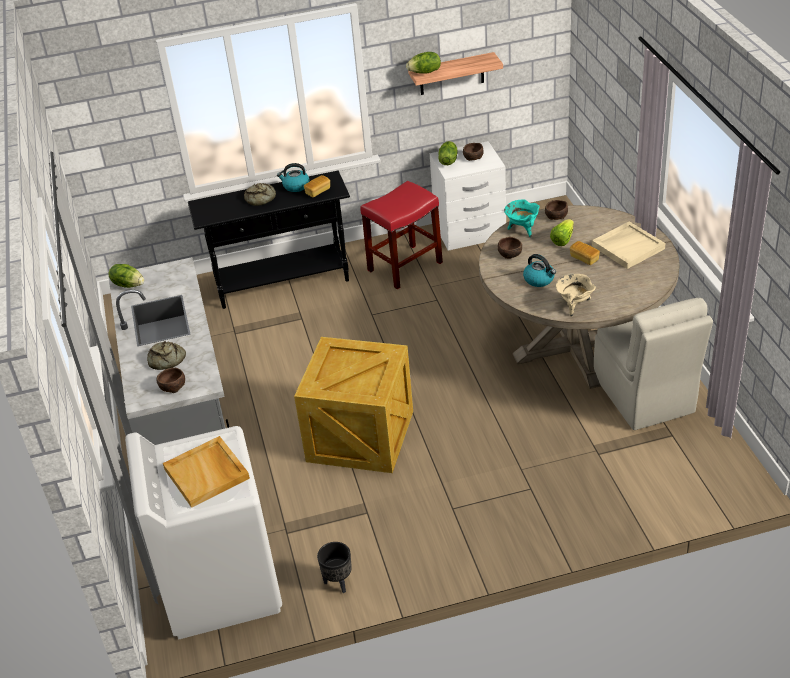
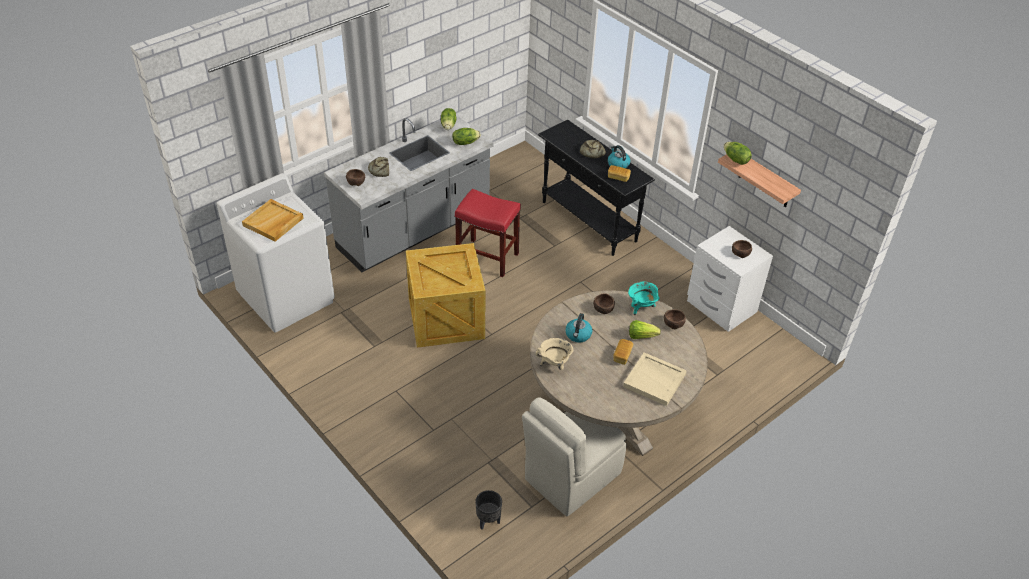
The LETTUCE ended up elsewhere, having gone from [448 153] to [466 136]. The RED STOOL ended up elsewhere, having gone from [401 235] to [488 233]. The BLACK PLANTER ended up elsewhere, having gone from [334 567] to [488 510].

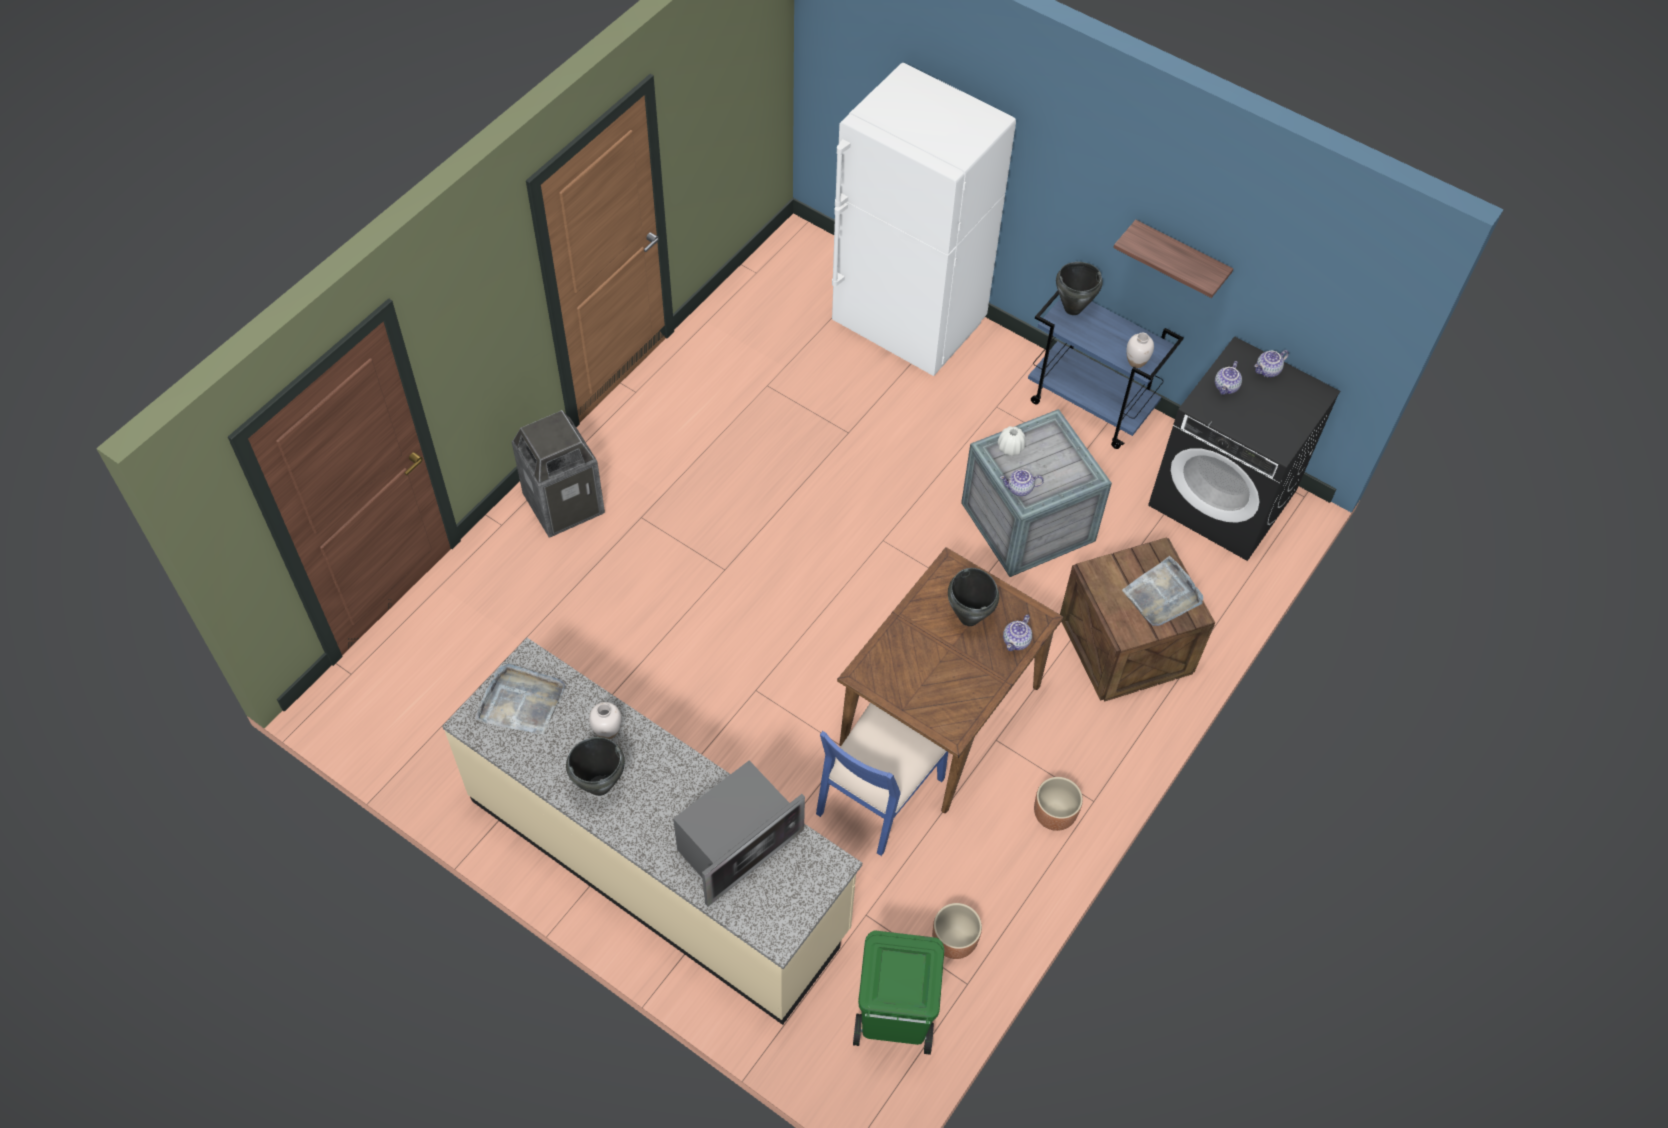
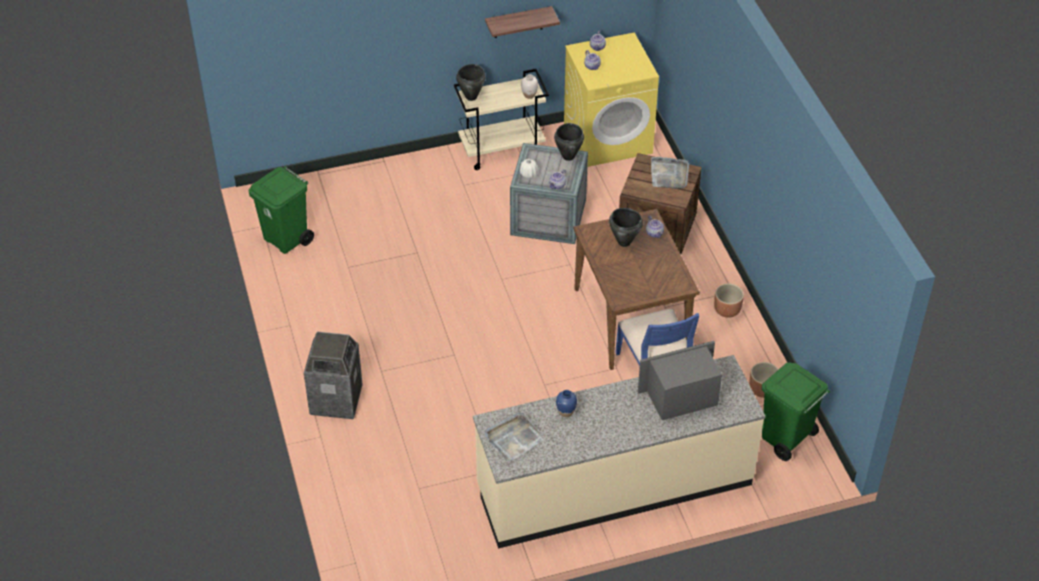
The second view gained the GREEN TRASH CAN at [281 210]. What was the BLUE CART at [1106 370] turned into the BEIGE CART at [501 119]. The BLACK COOKING POT ended up elsewhere, having gone from [595 766] to [569 142]. What was the WHITE VASE at [605 720] turned into the BLUE VASE at [566 403]. What was the BLACK WASHING MACHINE at [1244 448] turned into the YELLOW WASHING MACHINE at [611 99]. The MICROWAVE at [739 833] ended up facing another way, 105 degrees counterclockwise from before. The second view lost the WHITE FRIDGE at [924 219].

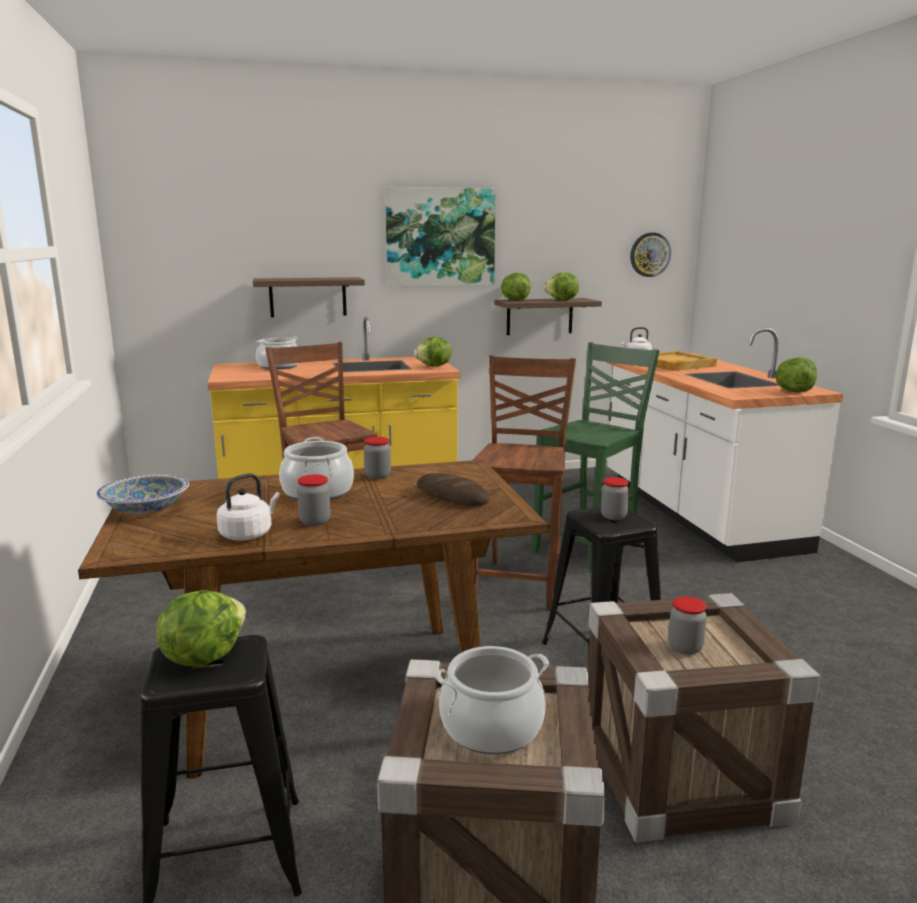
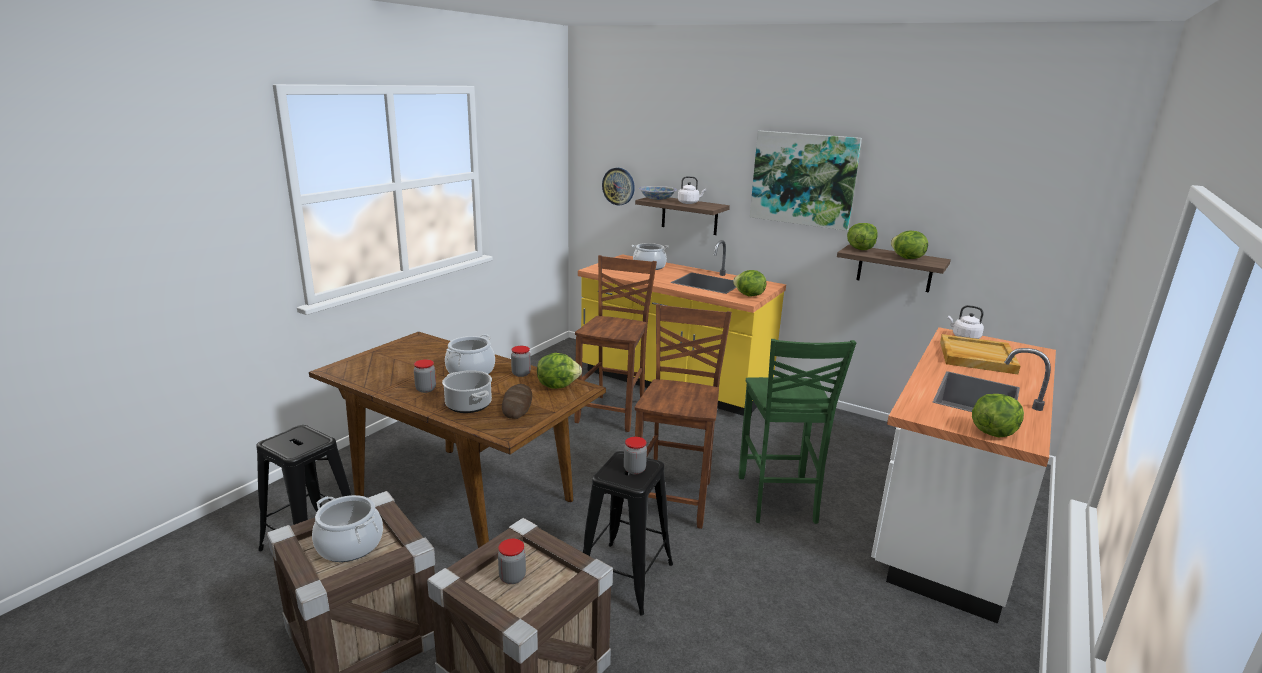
The second view gained the COOKING POT at [467 391]. The LETTUCE ended up elsewhere, having gone from [201 628] to [559 371]. The WALL CLOCK ended up elsewhere, having gone from [650 255] to [618 187]. The BROWN CHAIR at [524 482] ended up facing another way, 45 degrees counterclockwise from before. The BOWL ended up elsewhere, having gone from [142 494] to [658 193]. The WHITE KETTLE ended up elsewhere, having gone from [248 507] to [692 190]. The GREEN CHAIR at [596 457] ended up facing another way, 90 degrees clockwise from before.

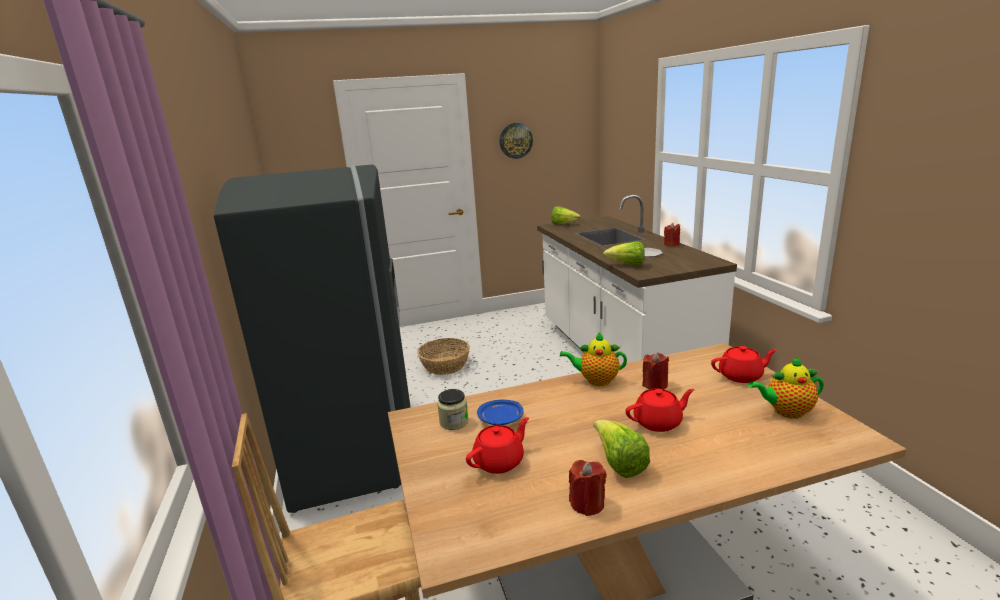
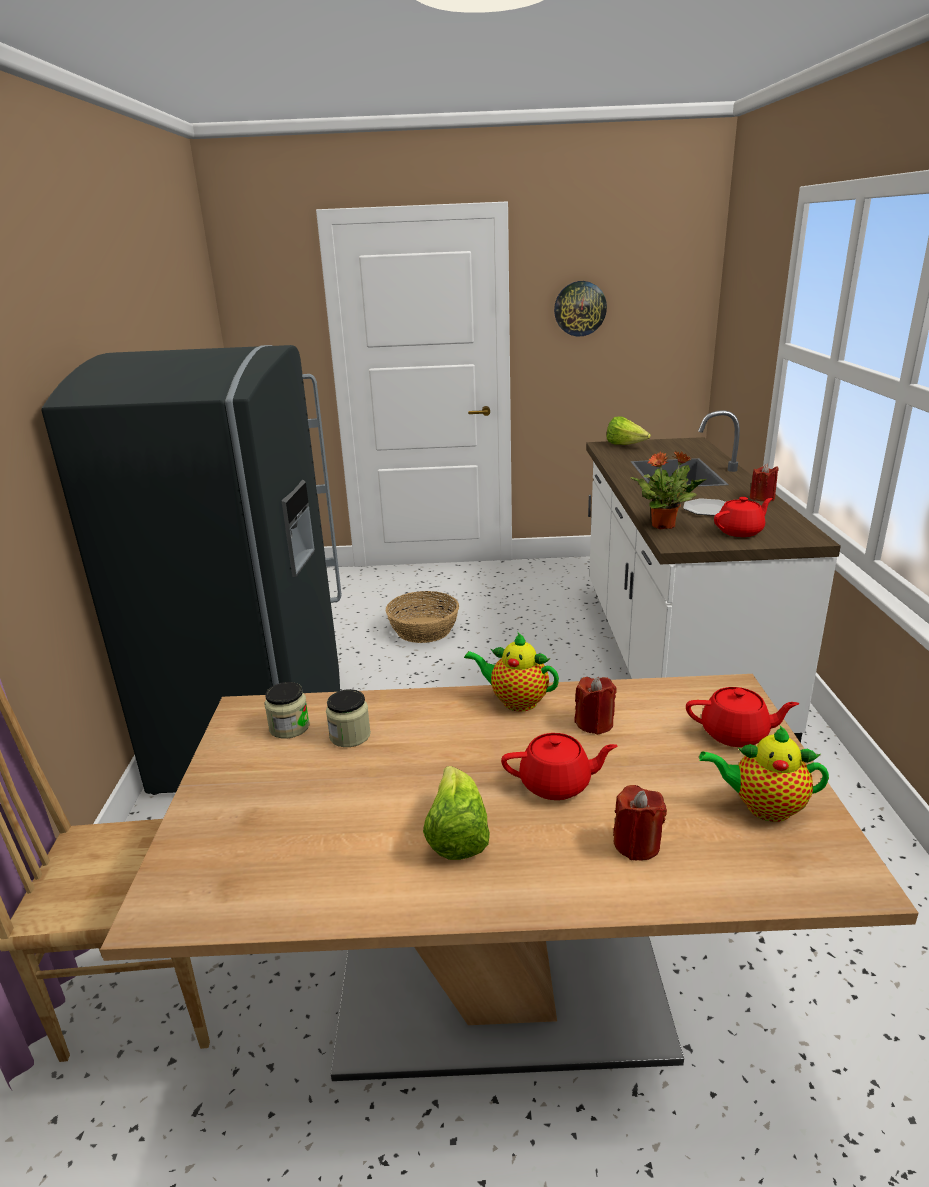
Where the BLUE PLATE stood at [500 412], the JAR came to stand at [348 718]. The RED CANDLE ended up elsewhere, having gone from [588 488] to [640 823]. Where the LETTUCE stood at [624 253], the POTTED PLANT came to stand at [668 490]. The RED TEAPOT ended up elsewhere, having gone from [497 445] to [743 517].

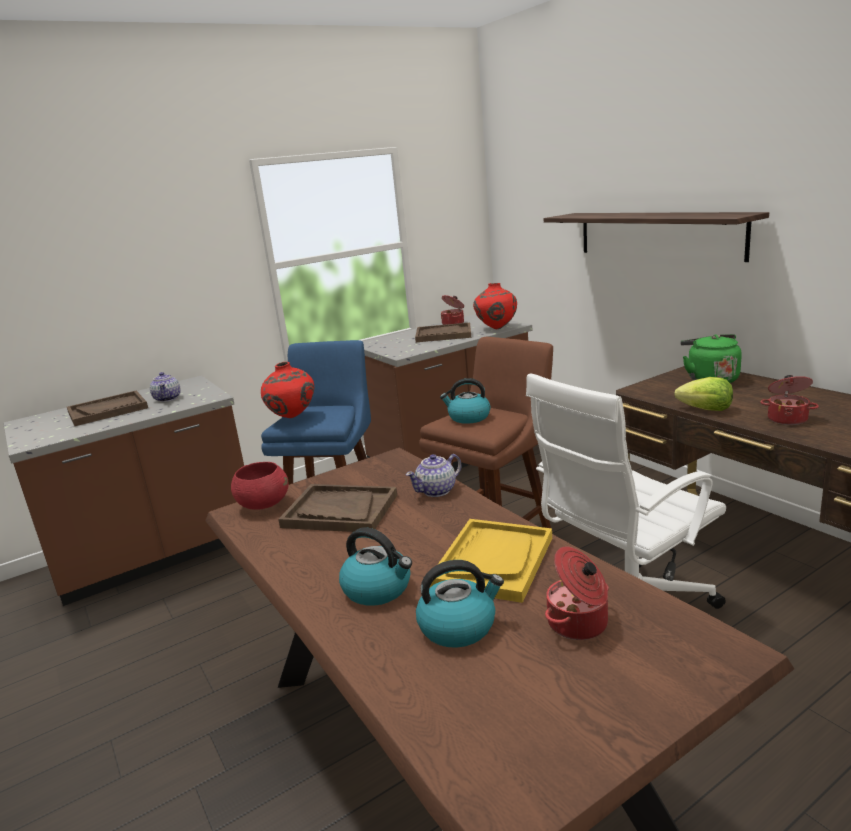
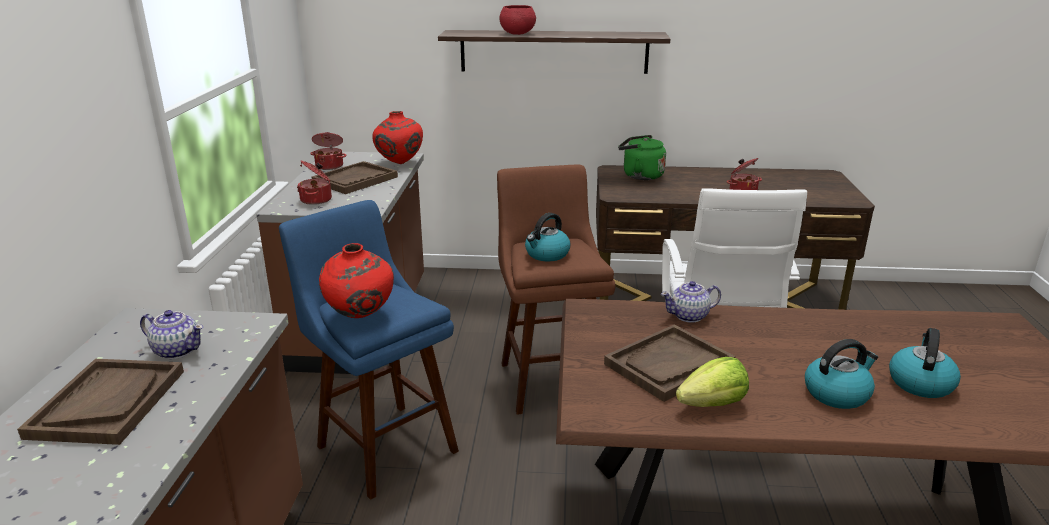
The COOKING POT ended up elsewhere, having gone from [577 593] to [314 182]. The RED BOWL ended up elsewhere, having gone from [260 486] to [517 20]. The TEAPOT at [434 475] ended up facing another way, 75 degrees clockwise from before. The LETTUCE ended up elsewhere, having gone from [703 394] to [712 382]. The second view lost the YELLOW TRAY at [491 561].

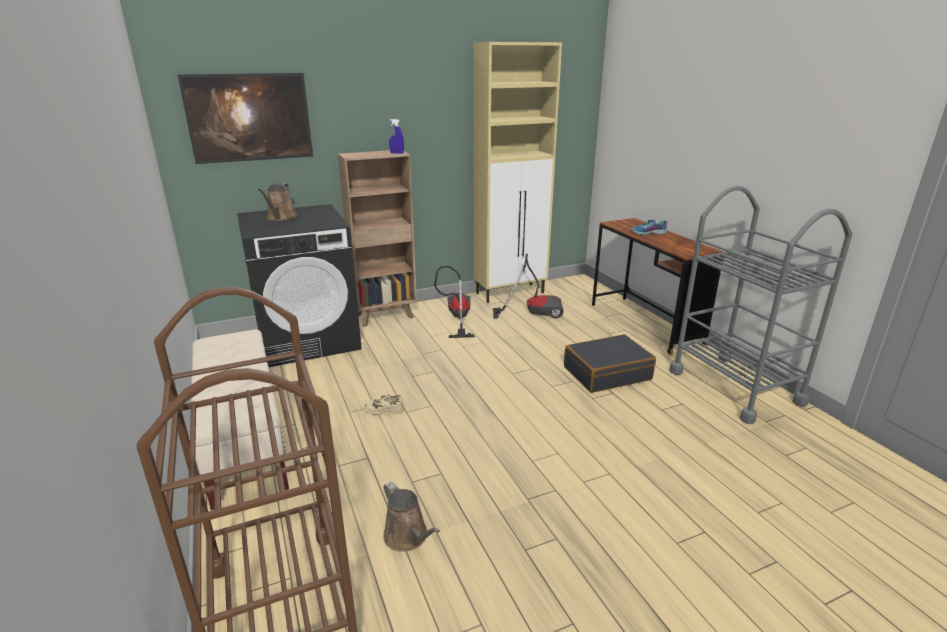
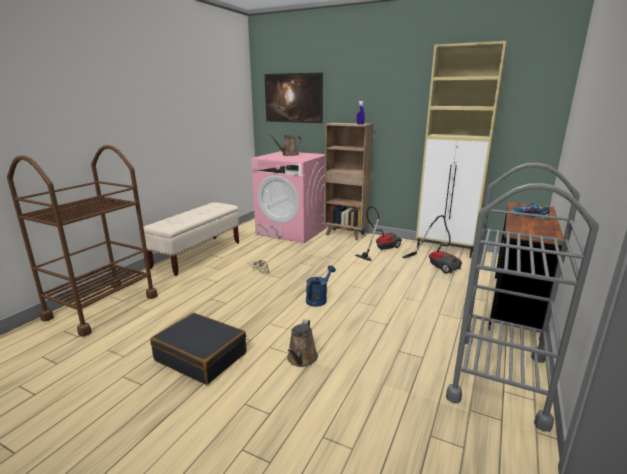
The BLACK SUITCASE ended up elsewhere, having gone from [610 363] to [198 349]. What was the BLACK WASHING MACHINE at [299 285] turned into the PINK WASHING MACHINE at [289 197]. The BROWN WATERING CAN ended up elsewhere, having gone from [411 517] to [302 343]. The second view gained the BLUE WATERING CAN at [321 286].

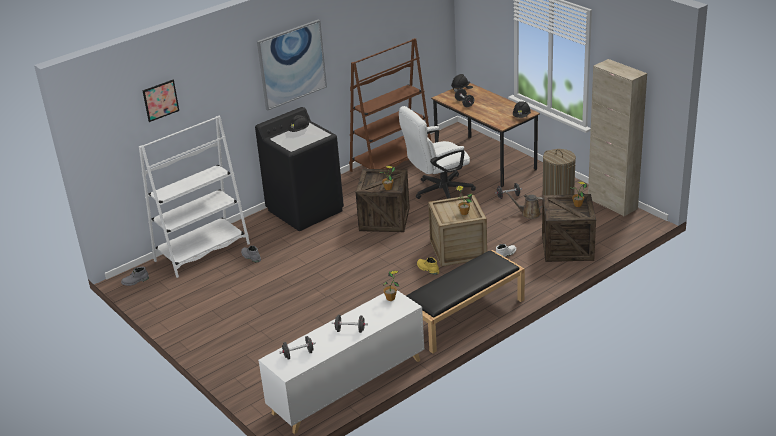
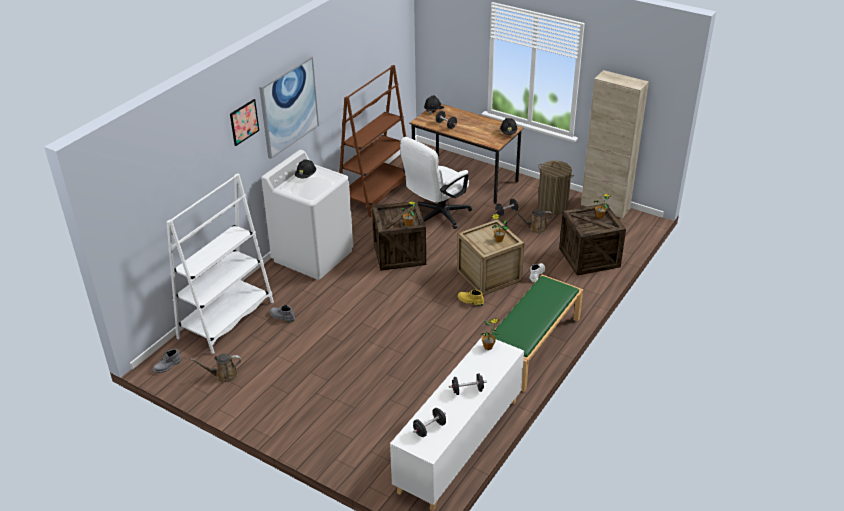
The second view gained the BROWN WATERING CAN at [215 368]. The PICTURE ended up elsewhere, having gone from [160 101] to [244 122]. What was the BLACK WASHING MACHINE at [299 169] turned into the WHITE WASHING MACHINE at [307 215]. What was the BLACK BENCH at [466 302] turned into the GREEN BENCH at [537 333].

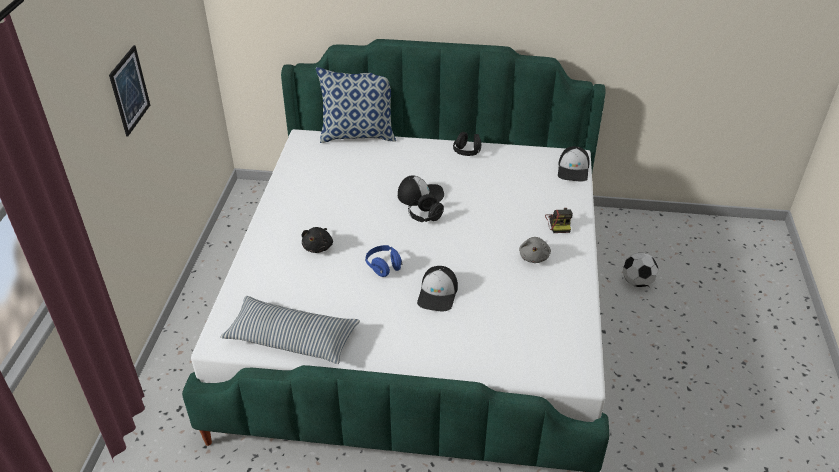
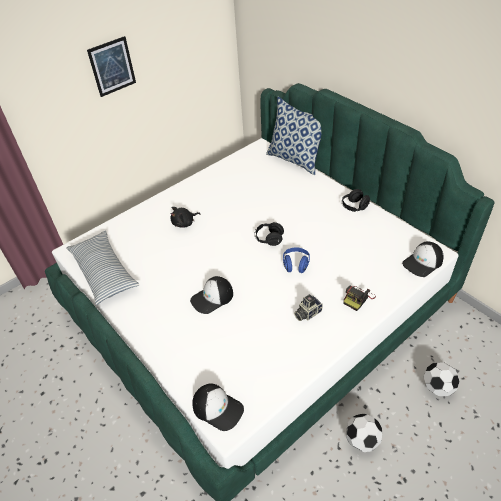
The CAP ended up elsewhere, having gone from [421 190] to [218 407]. The BLUE HEADPHONES ended up elsewhere, having gone from [384 261] to [296 260]. Where the GREY PLUSH TOY stood at [535 250], the PHOTO CAMERA came to stand at [308 307]. The second view gained the FOOTBALL at [364 433].

